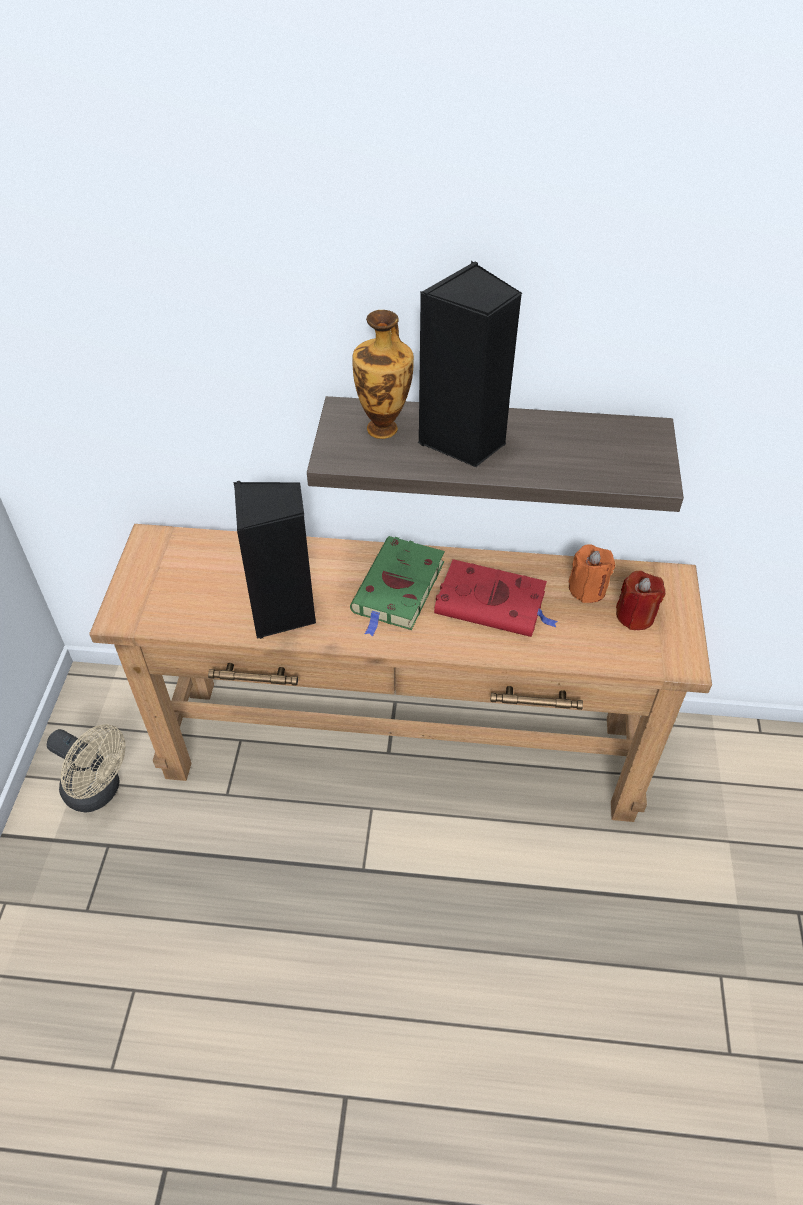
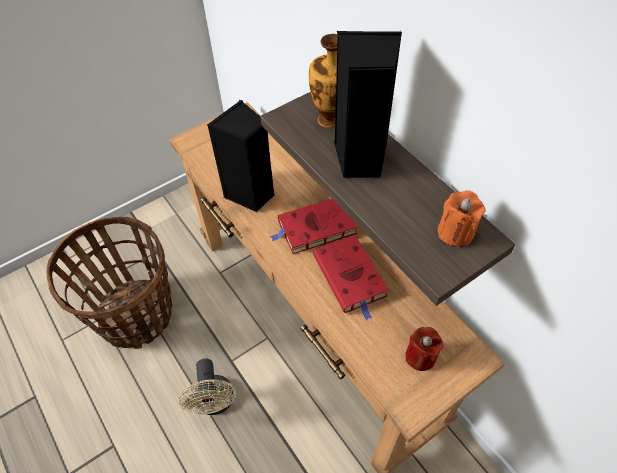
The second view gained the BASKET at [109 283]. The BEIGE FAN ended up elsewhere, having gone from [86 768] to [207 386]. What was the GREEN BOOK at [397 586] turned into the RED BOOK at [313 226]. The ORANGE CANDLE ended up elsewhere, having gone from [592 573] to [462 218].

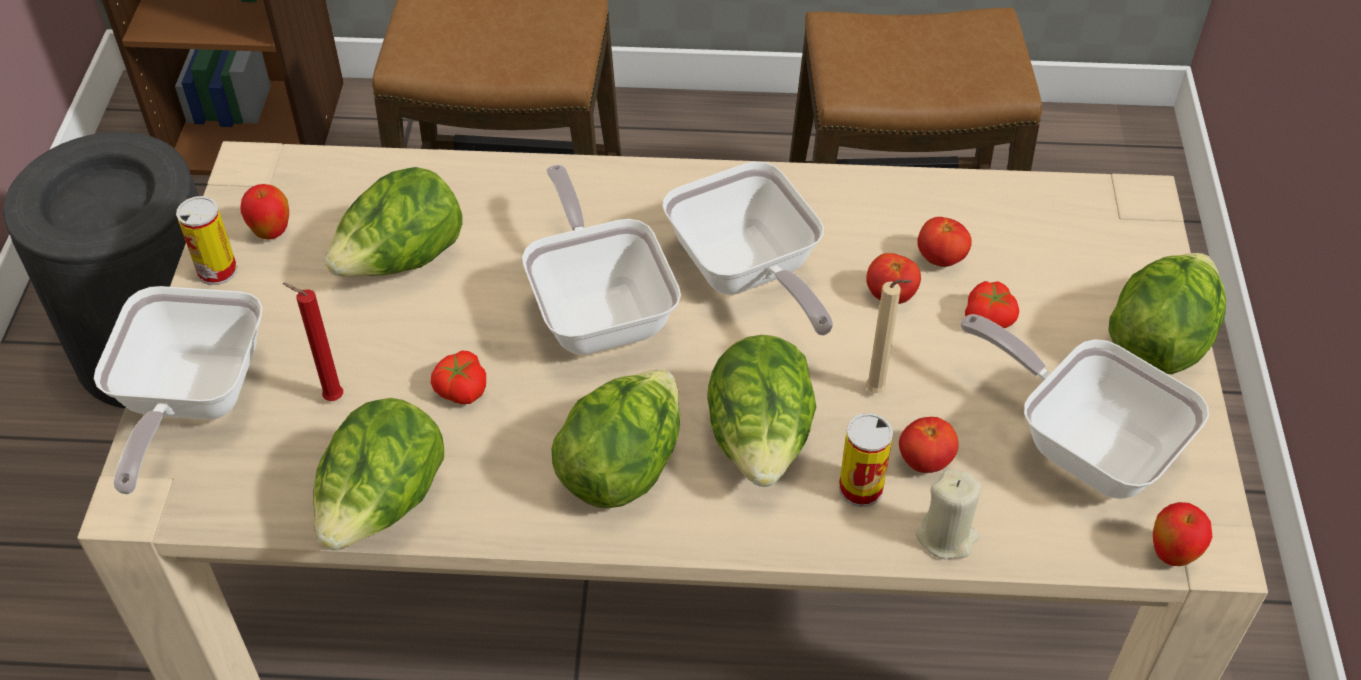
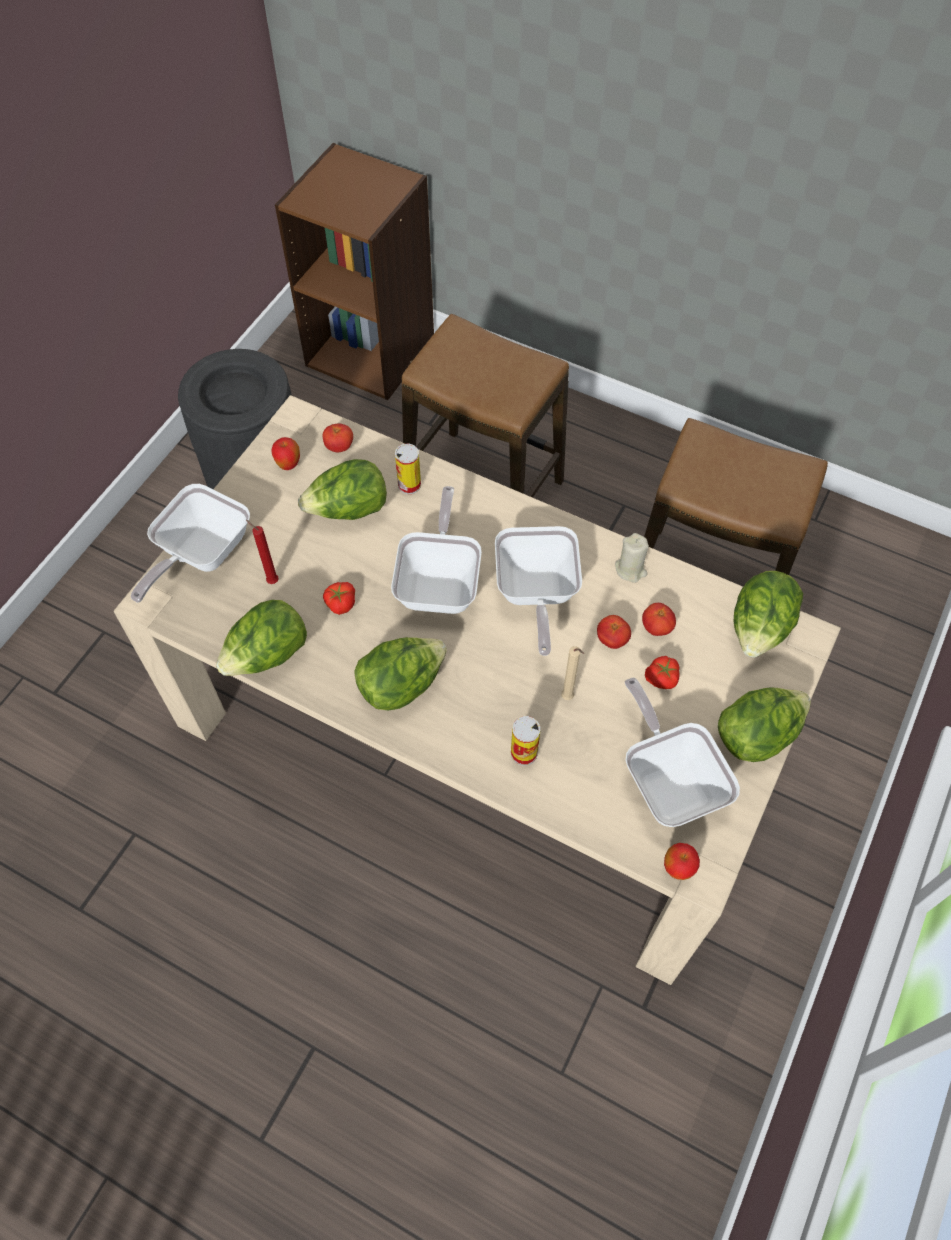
The TOMATO ended up elsewhere, having gone from [928 445] to [338 438]. The CAN ended up elsewhere, having gone from [206 240] to [408 469]. The BEIGE CANDLE ended up elsewhere, having gone from [949 514] to [632 558]. The LETTUCE ended up elsewhere, having gone from [761 411] to [768 614].

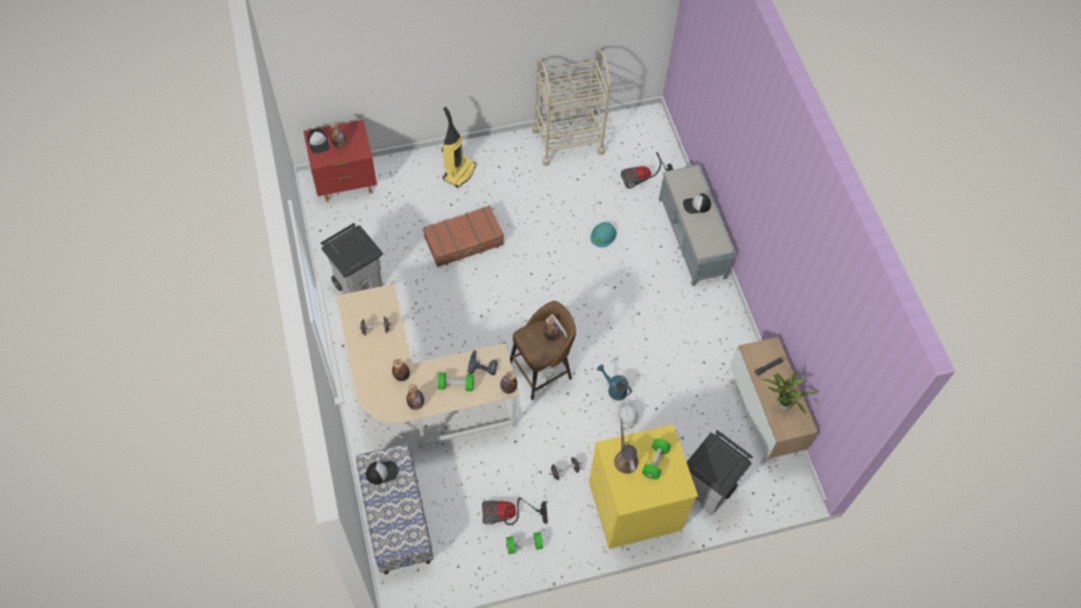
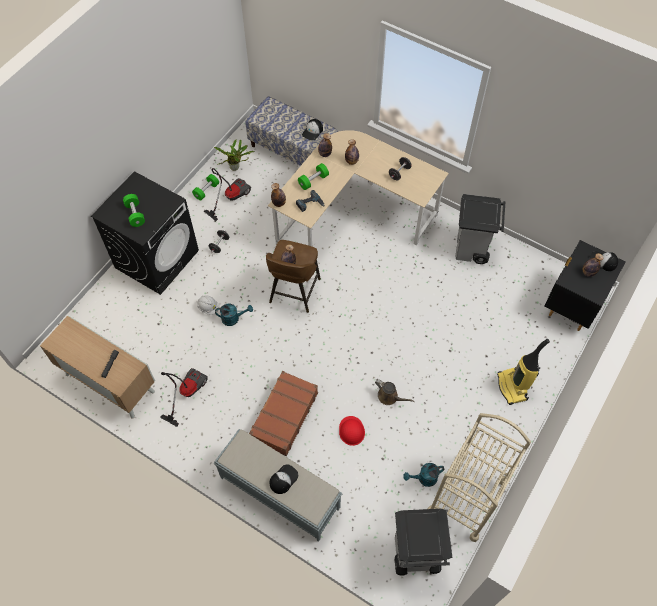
What was the YELLOW WASHING MACHINE at [643 486] turned into the BLACK WASHING MACHINE at [145 233]. The VACUUM CLEANER ended up elsewhere, having gone from [647 170] to [184 397]. The POTTED PLANT ended up elsewhere, having gone from [790 392] to [234 155]. The BROWN SUITCASE ended up elsewhere, having gone from [463 236] to [283 413]. What was the TURQUOISE HARD HAT at [603 234] turned into the RED HARD HAT at [352 431]. The BROWN WATERING CAN ended up elsewhere, having gone from [626 446] to [395 392]. The GREY TRASH CAN ended up elsewhere, having gone from [720 472] to [423 542]. The second view gained the TURQUOISE WATERING CAN at [423 475]. What was the RED NIGHTSTAND at [340 161] turned into the BLACK NIGHTSTAND at [584 285].

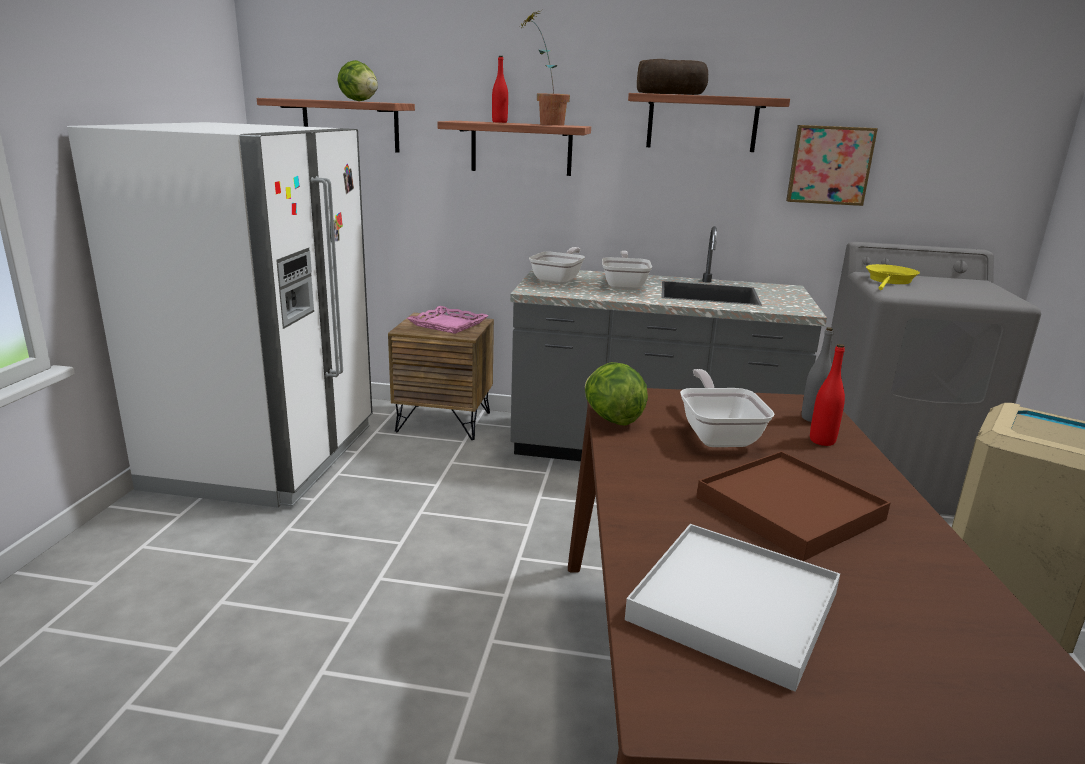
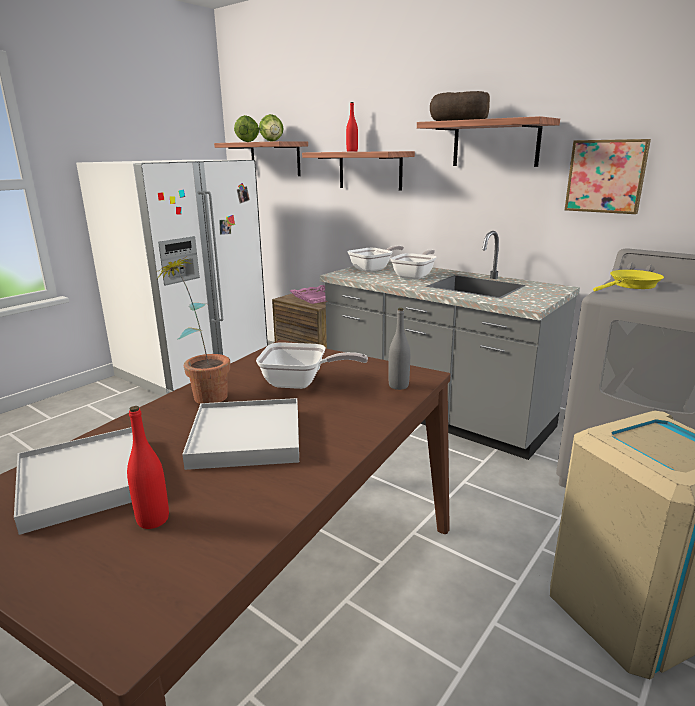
The RED BOTTLE ended up elsewhere, having gone from [827 395] to [148 467]. The POTTED PLANT ended up elsewhere, having gone from [546 68] to [193 330]. What was the BROWN TRAY at [794 506] turned into the WHITE TRAY at [240 434]. The LETTUCE ended up elsewhere, having gone from [616 393] to [246 128]. The FRYING PAN at [727 408] ended up facing another way, 75 degrees clockwise from before.

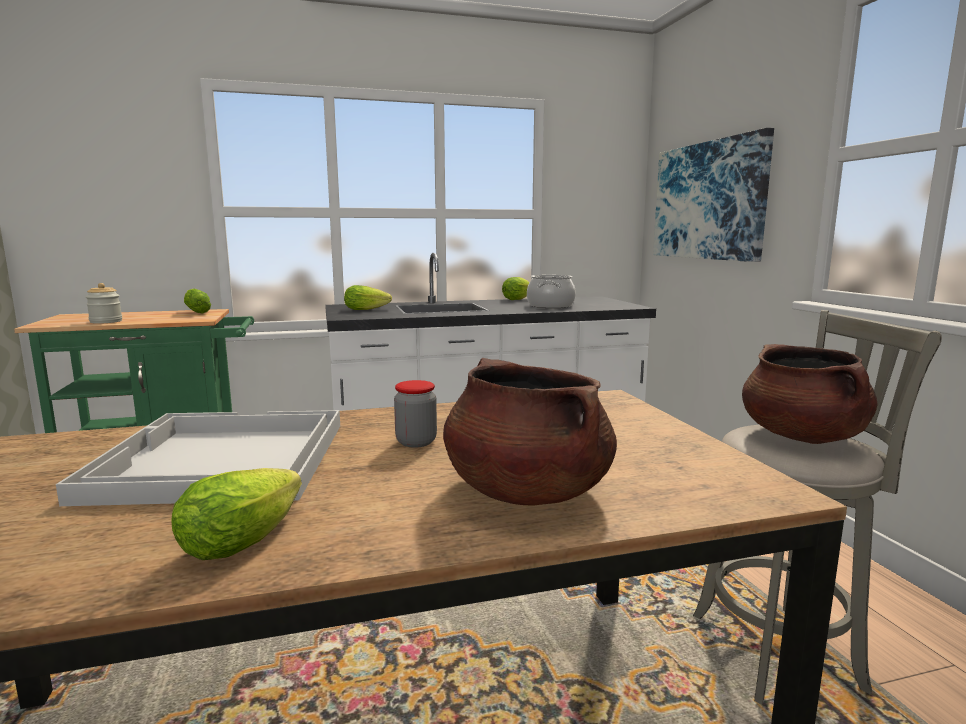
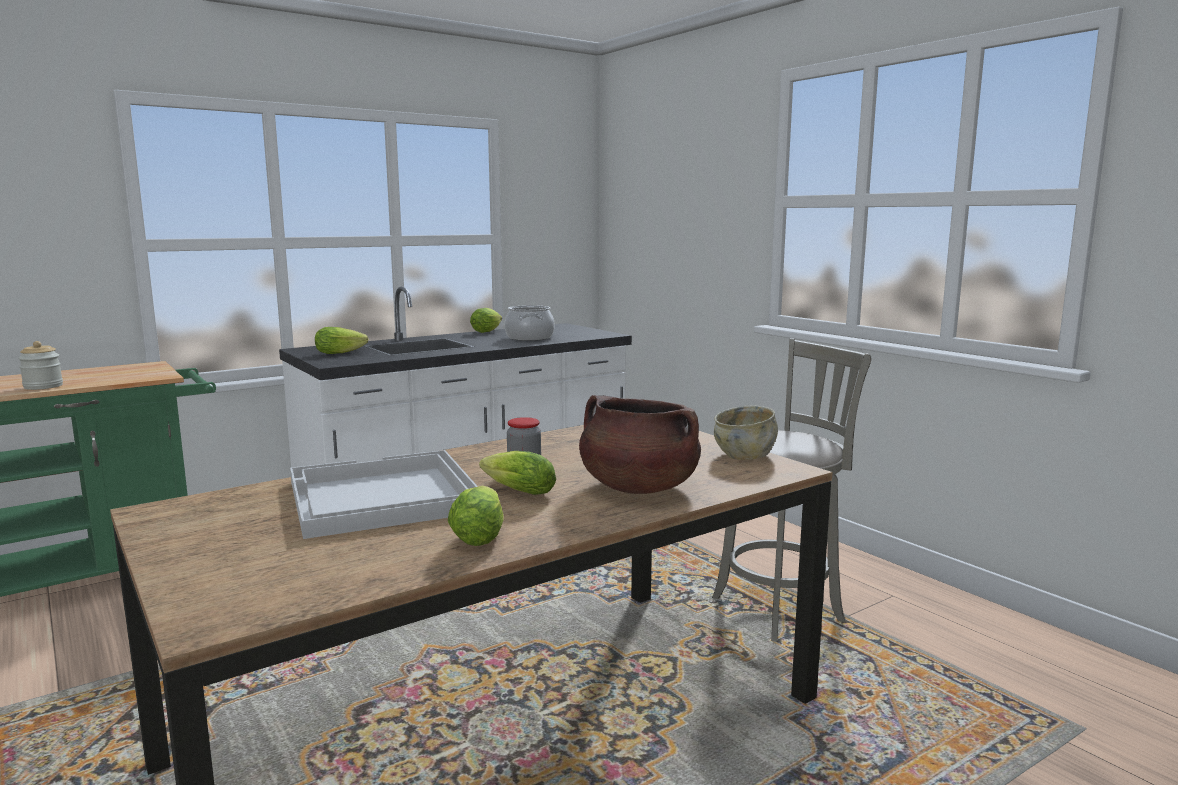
The LETTUCE ended up elsewhere, having gone from [197 300] to [517 473]. The second view gained the BEIGE BOWL at [746 432]. The second view lost the PICTURE at [713 195]. The second view lost the BROWN COOKING POT at [809 394].

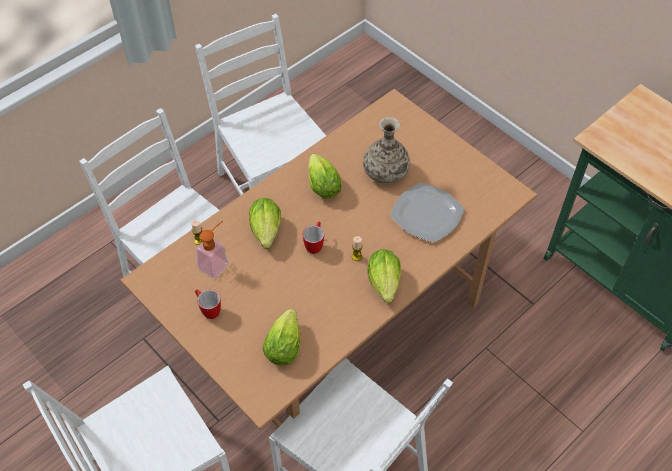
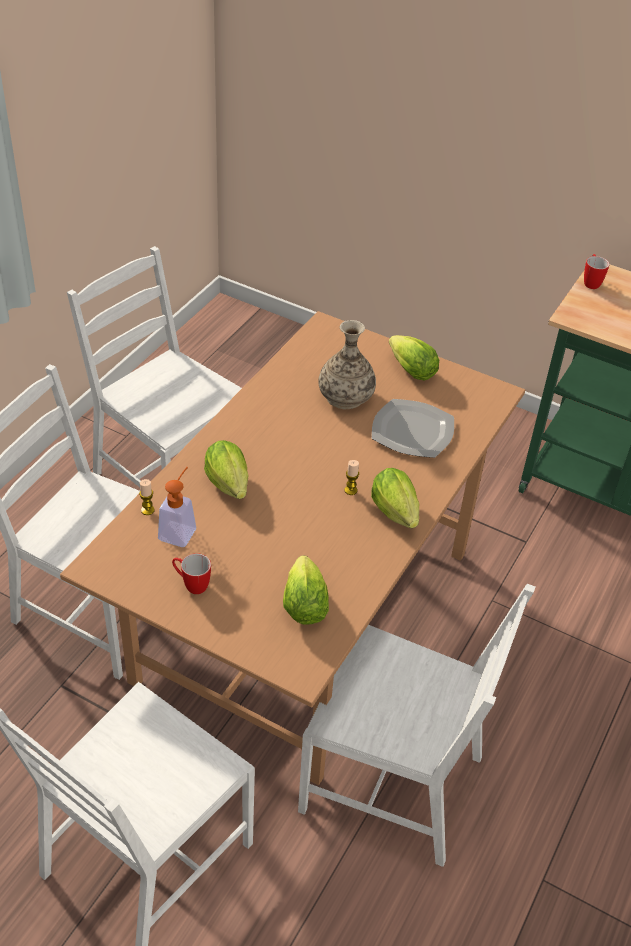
The LETTUCE ended up elsewhere, having gone from [325 176] to [414 358]. The MUG ended up elsewhere, having gone from [313 238] to [597 271].

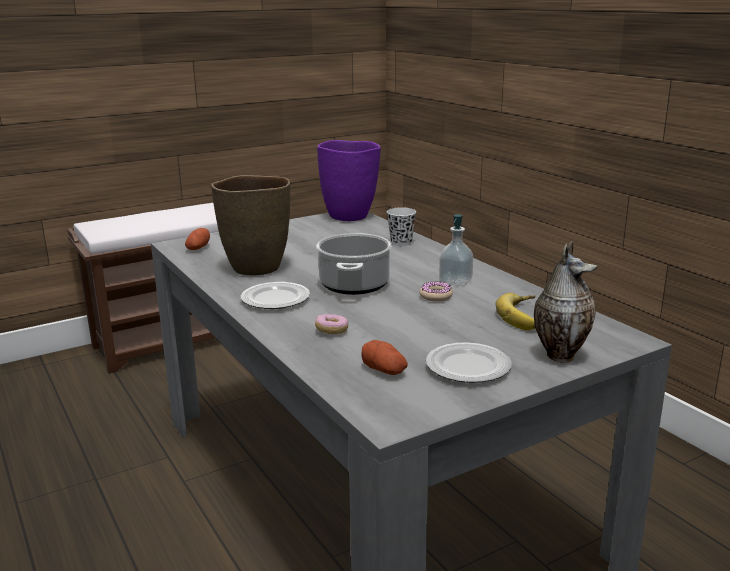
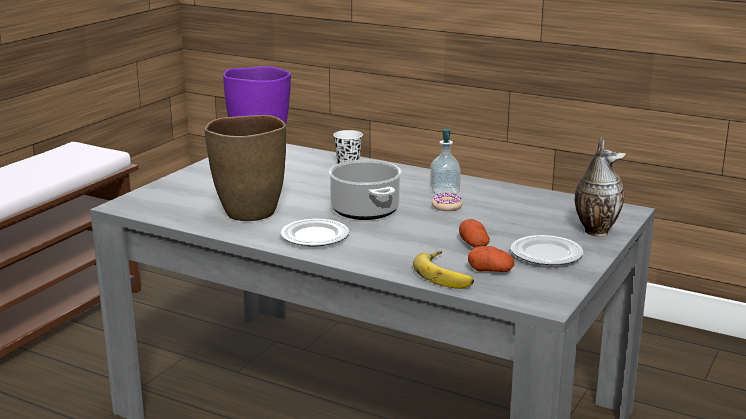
The BANANA ended up elsewhere, having gone from [516 312] to [443 270]. The POTATO ended up elsewhere, having gone from [197 239] to [474 233]. The second view lost the DONUT at [332 324].

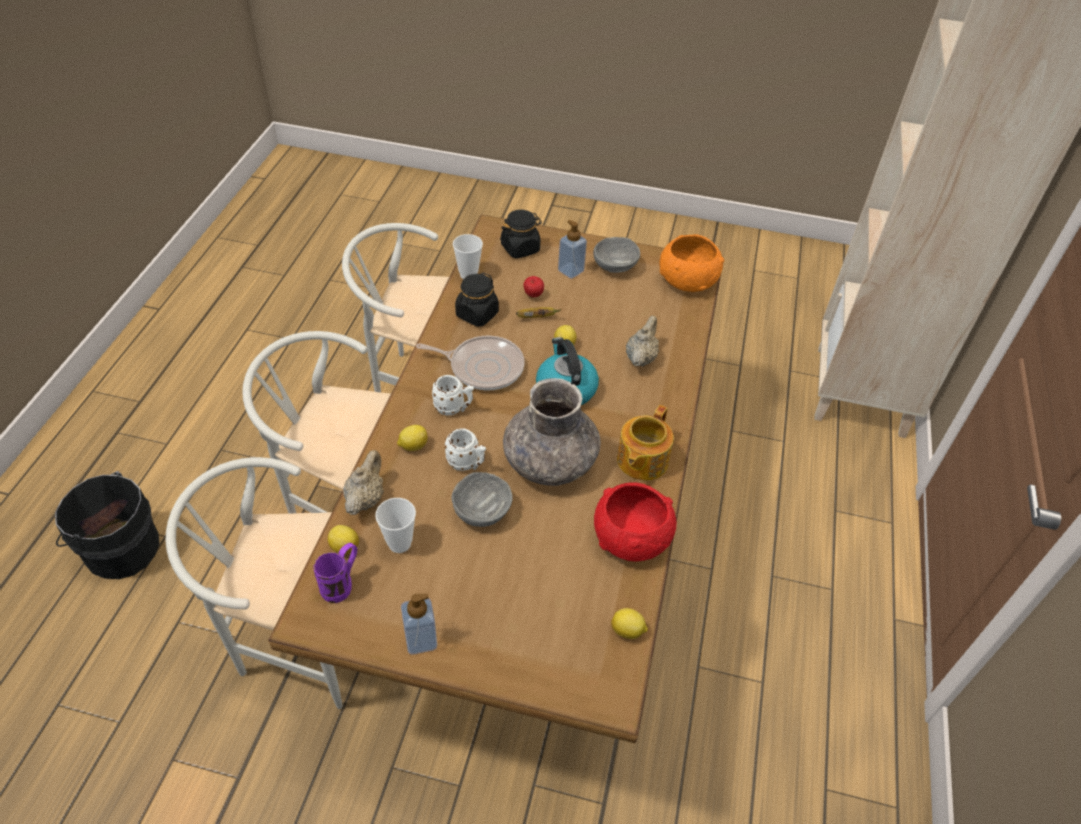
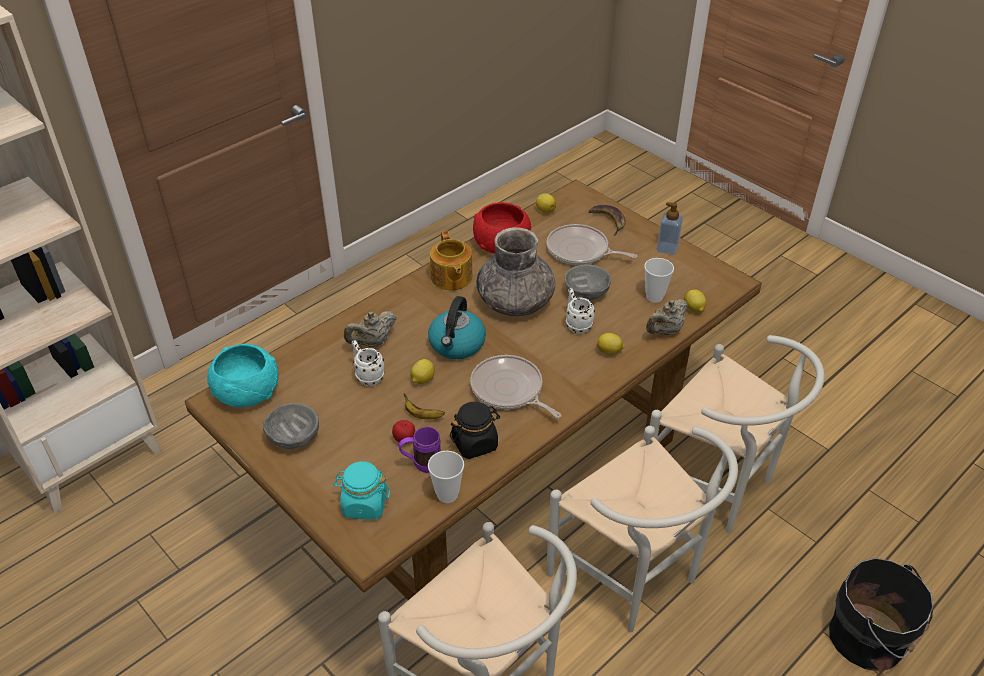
What was the ORANGE BOWL at [692 263] turned into the TURQUOISE BOWL at [243 375]. What was the BLACK JAR at [521 234] turned into the TURQUOISE JAR at [361 490]. The WHITE MUG ended up elsewhere, having gone from [452 395] to [368 363]. The PURPLE MUG ended up elsewhere, having gone from [335 573] to [419 449]. The TEAPOT at [645 442] ended up facing another way, 105 degrees clockwise from before. The second view gained the FRYING PAN at [591 244]. The second view gained the BANANA at [607 220]. The second view lost the SOAP DISPENSER at [572 249].

